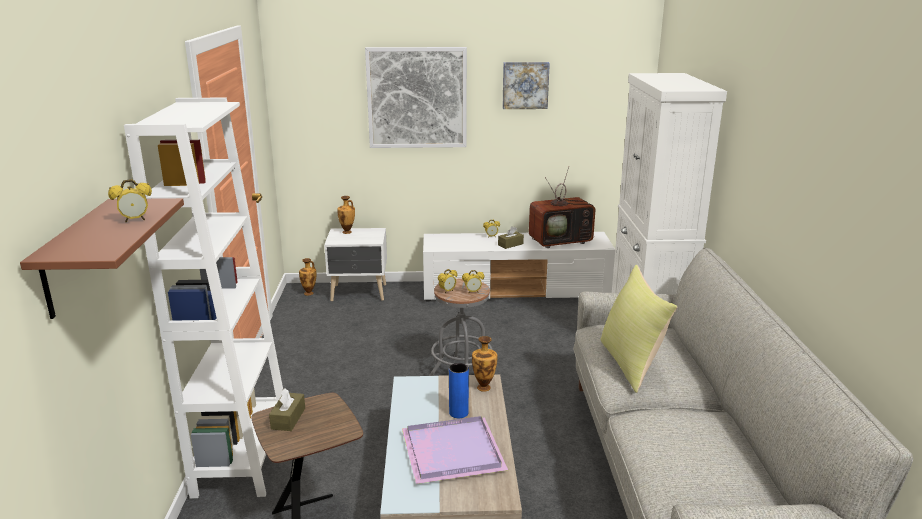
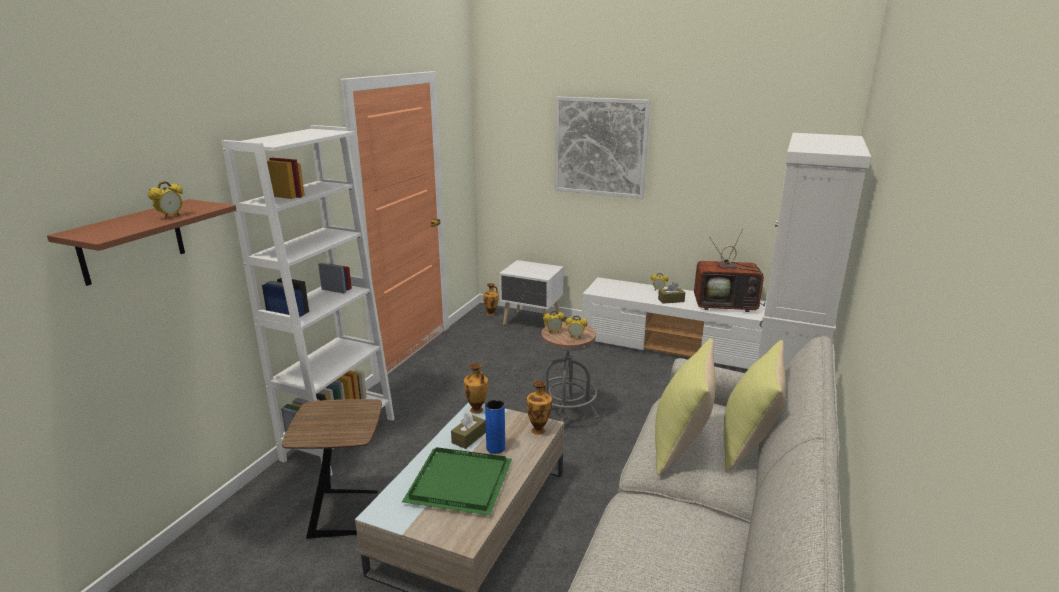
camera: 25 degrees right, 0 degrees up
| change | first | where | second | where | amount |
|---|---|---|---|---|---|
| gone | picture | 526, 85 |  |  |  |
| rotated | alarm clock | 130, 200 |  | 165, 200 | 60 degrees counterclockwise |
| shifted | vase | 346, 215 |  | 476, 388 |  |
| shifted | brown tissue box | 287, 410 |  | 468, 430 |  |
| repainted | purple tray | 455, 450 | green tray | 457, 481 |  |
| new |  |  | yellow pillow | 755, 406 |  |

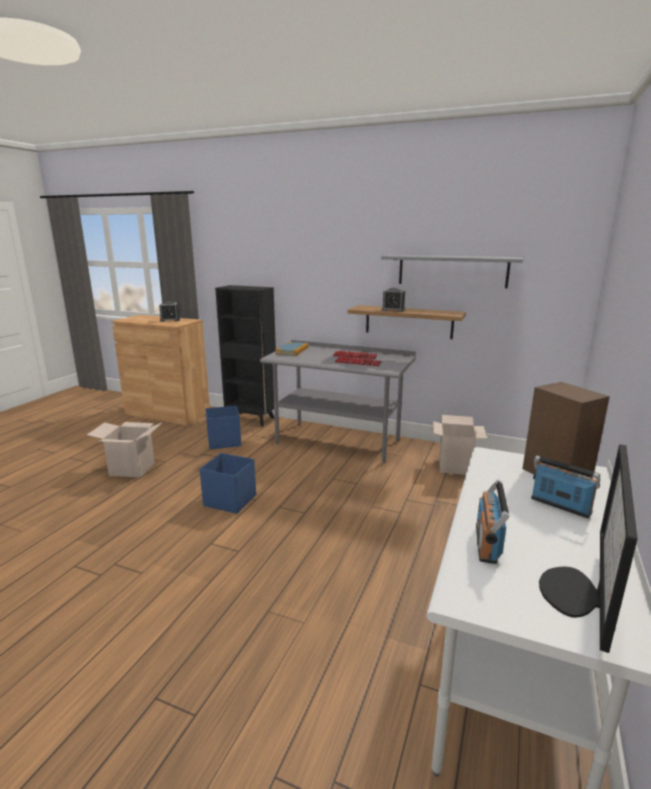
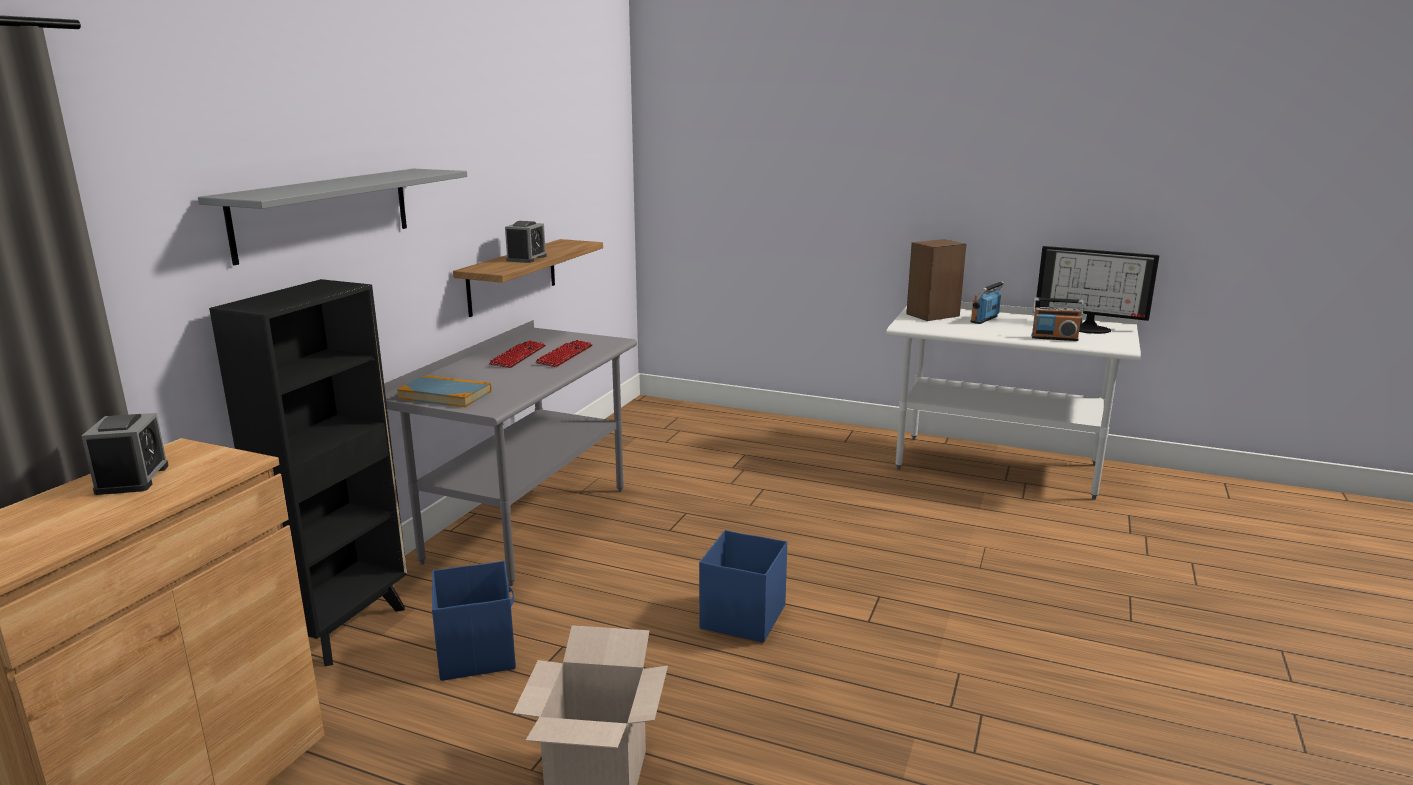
camera: 90 degrees left, 0 degrees up
| change | first | where | second | where | amount |
|---|---|---|---|---|---|
| shifted | grey shelf | 452, 271 |  | 332, 217 |  |
| gone | cardboard box | 460, 445 |  |  |  |

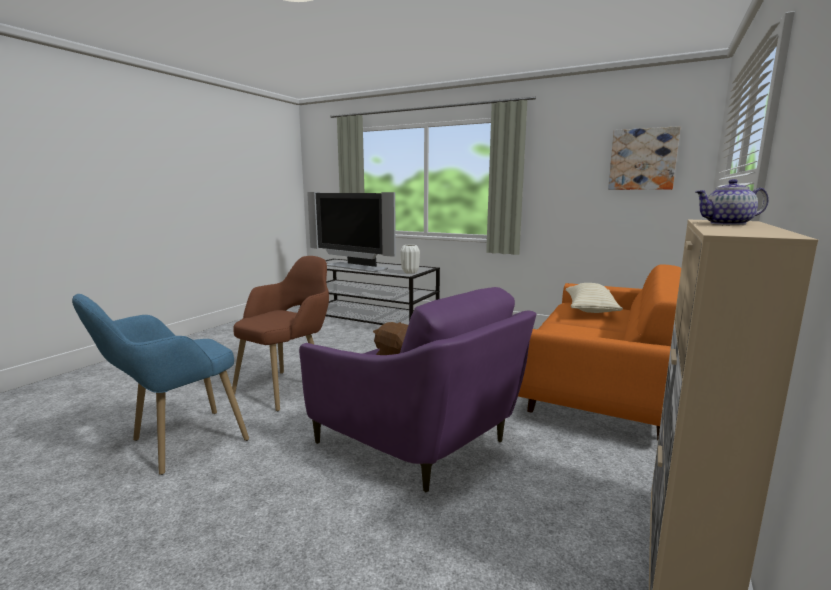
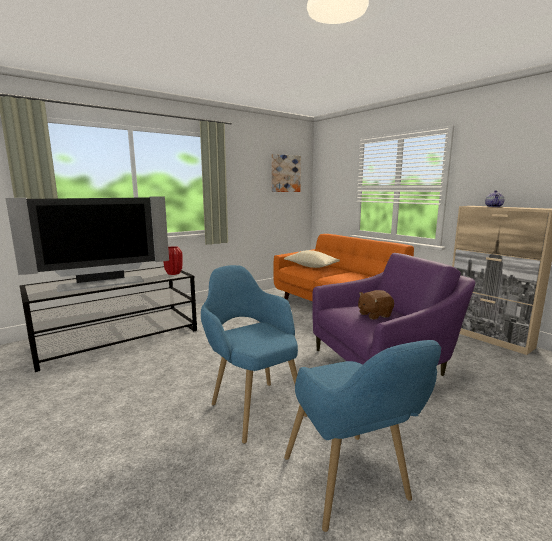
camera: 65 degrees left, 0 degrees up
| change | first | where | second | where | amount |
|---|---|---|---|---|---|
| repainted | white vase | 410, 259 | red vase | 172, 260 |  |
| repainted | brown armchair | 280, 333 | blue armchair | 254, 354 |  |

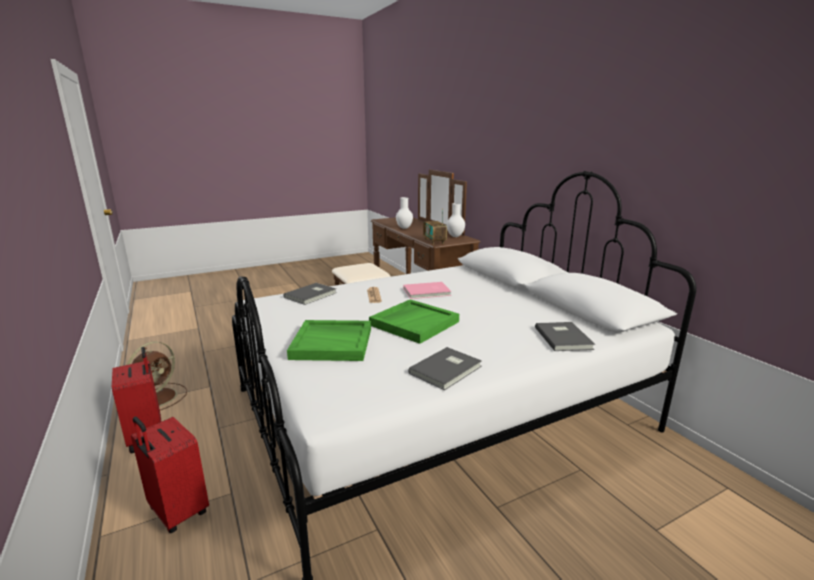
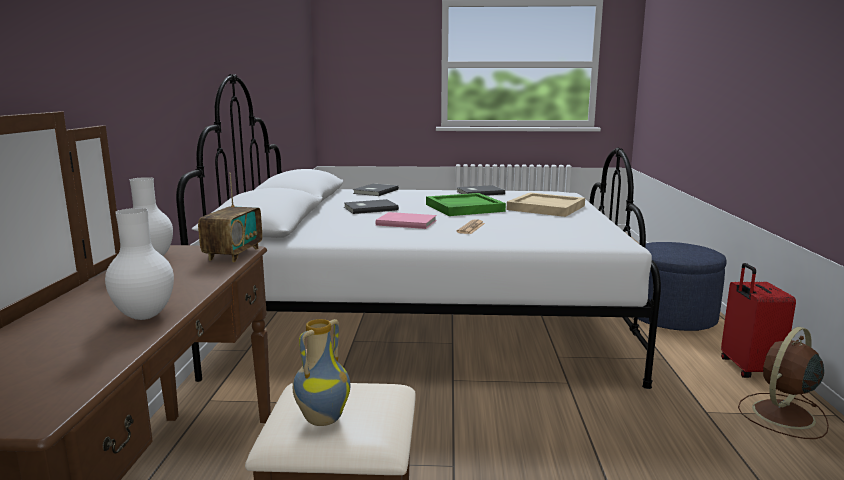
camera: 150 degrees left, 5 degrees down
| change | first | where | second | where | amount |
|---|---|---|---|---|---|
| shifted | grey book | 310, 294 |  | 371, 206 |  |
| repainted | green tray | 329, 340 | beige tray | 545, 205 |  |
| swapped | red suitcase | 170, 475 | blue ottoman | 682, 286 |  |
| new |  |  | vase | 321, 372 |  |

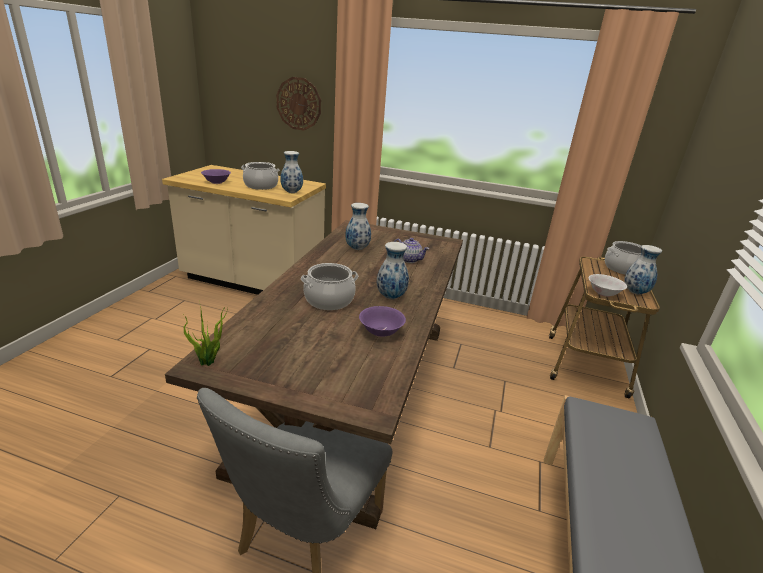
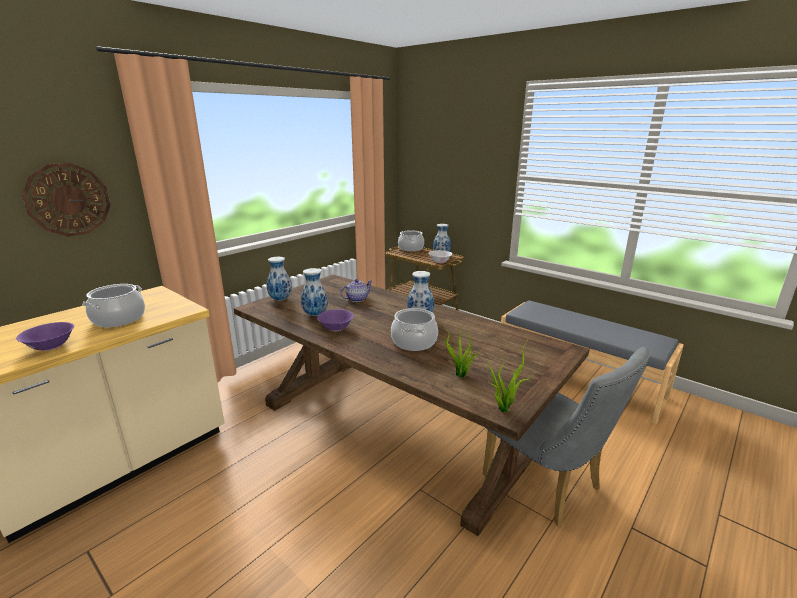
camera: 65 degrees left, 5 degrees down
| change | first | where | second | where | amount |
|---|---|---|---|---|---|
| shifted | vase | 291, 172 |  | 279, 279 |  |
| shifted | purple bowl | 382, 321 |  | 335, 320 |  |
| new |  |  | potted plant | 461, 351 |  |

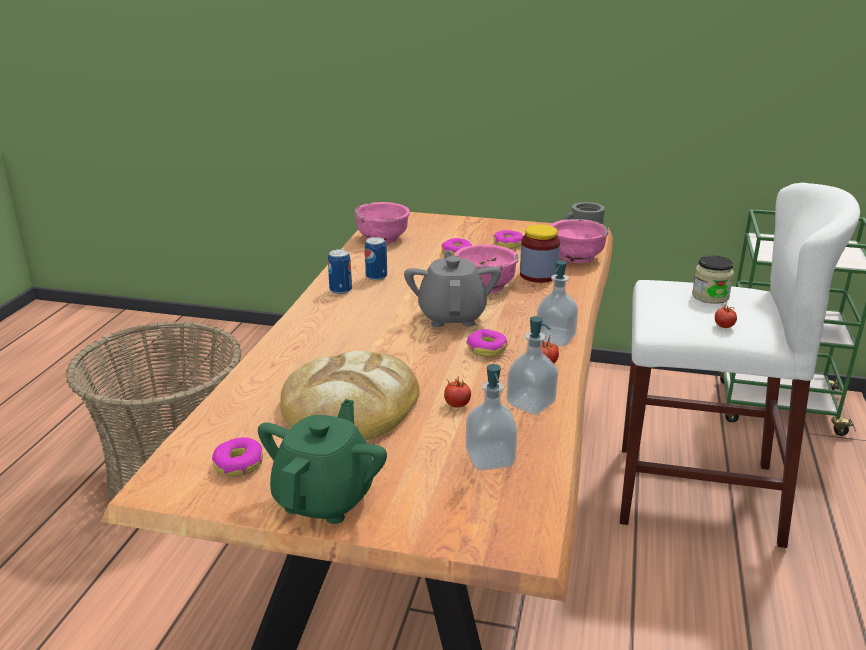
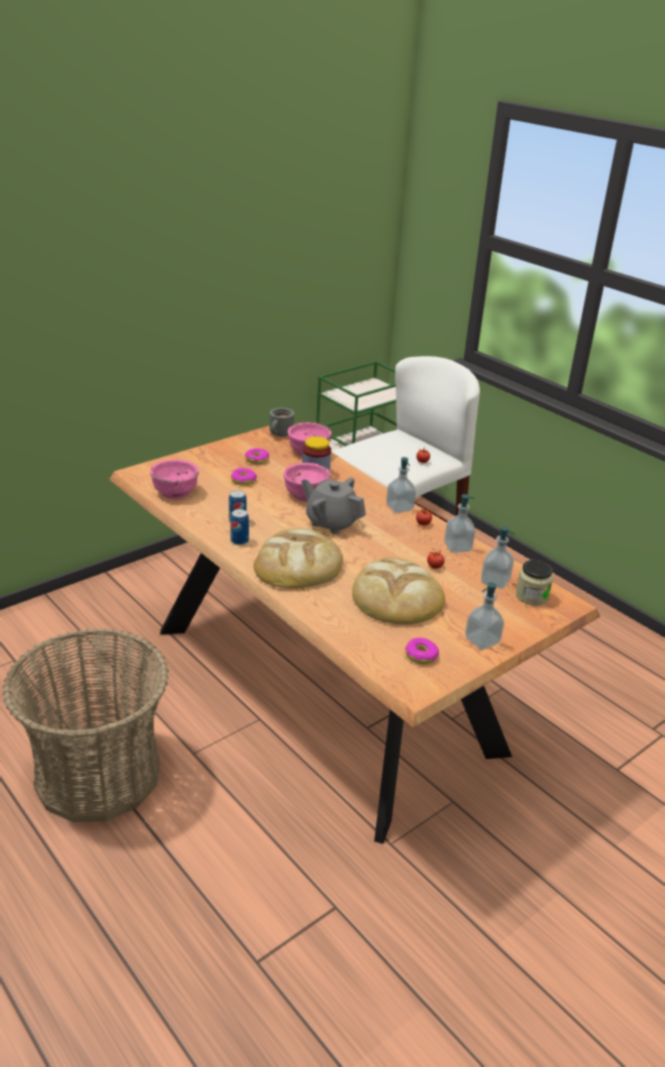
camera: 55 degrees left, 5 degrees up
| change | first | where | second | where | amount |
|---|---|---|---|---|---|
| shifted | jar | 713, 279 |  | 534, 582 |  |
| gone | donut | 487, 343 |  |  |  |
| swapped | green teapot | 322, 461 | soap dispenser | 484, 616 |  |
| new |  |  | bread | 298, 558 |  |

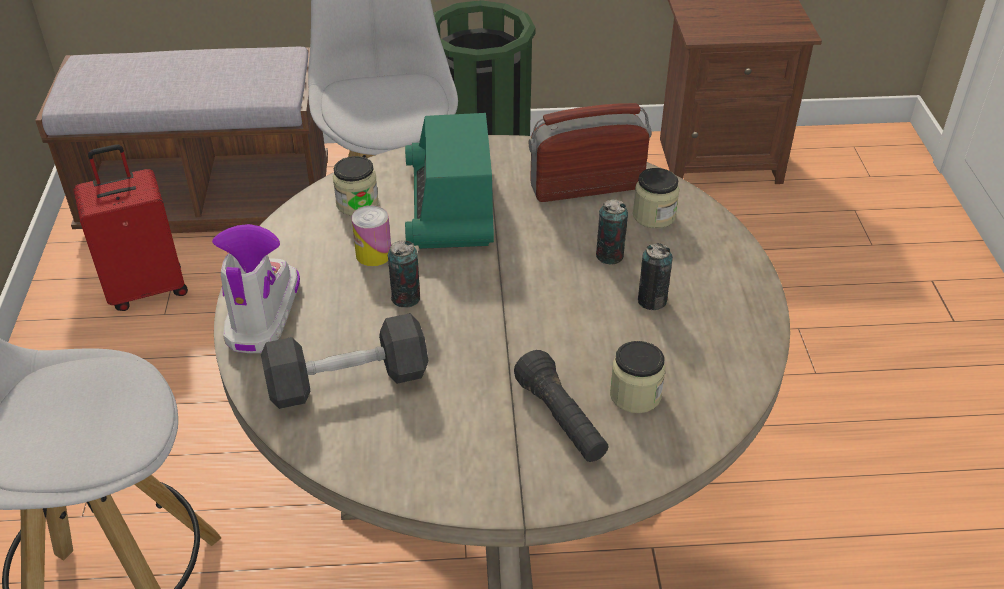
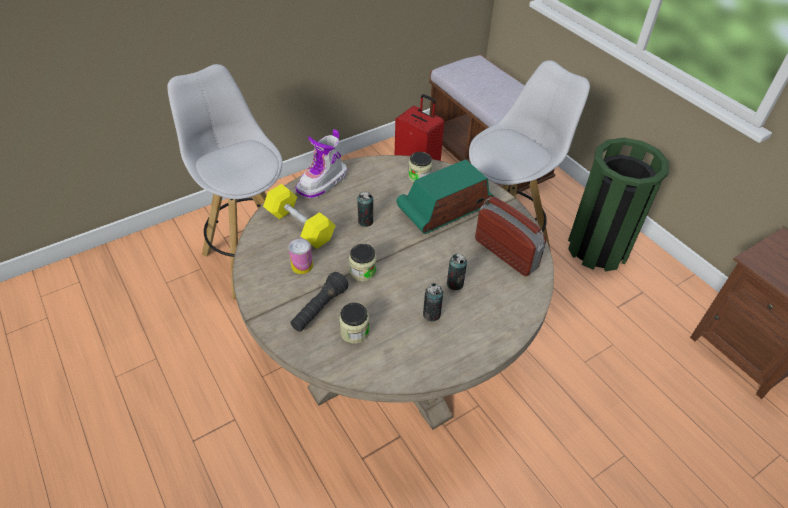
camera: 60 degrees right, 5 degrees up
| change | first | where | second | where | amount |
|---|---|---|---|---|---|
| shifted | jar | 656, 198 |  | 363, 263 |  |
| shifted | can | 371, 236 |  | 300, 256 |  |
| rotated | boot | 256, 288 |  | 321, 164 | 150 degrees clockwise |
| repainted | grey dumbbell | 345, 361 | yellow dumbbell | 299, 216 |  |

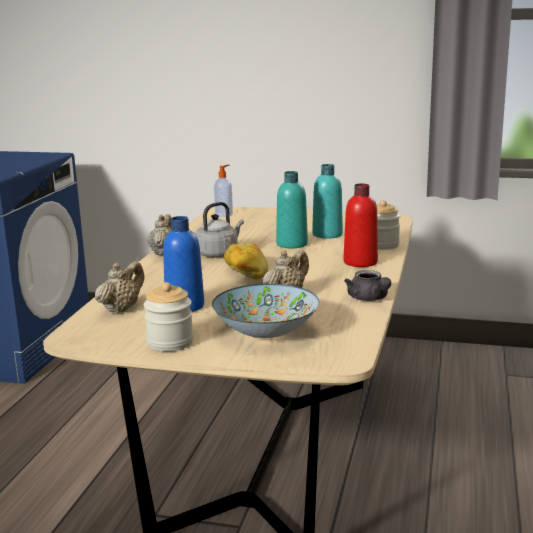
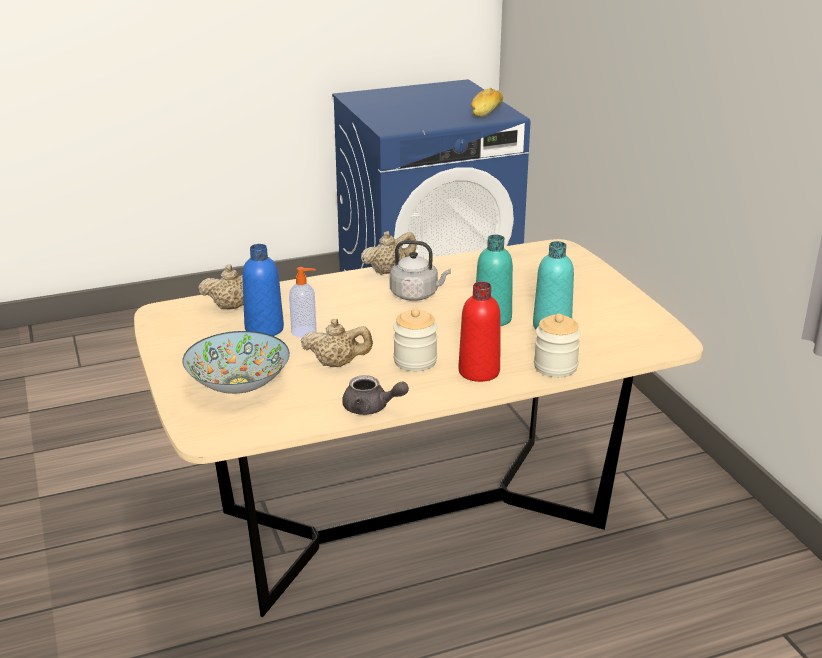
camera: 55 degrees right, 10 degrees up
| change | first | where | second | where | amount |
|---|---|---|---|---|---|
| shifted | soap dispenser | 223, 191 |  | 302, 302 |  |
| shifted | bread | 246, 262 |  | 487, 102 |  |
| rotated | grey teapot | 367, 285 |  | 375, 395 | 105 degrees counterclockwise |
| shifted | jar | 168, 316 |  | 415, 339 |  |

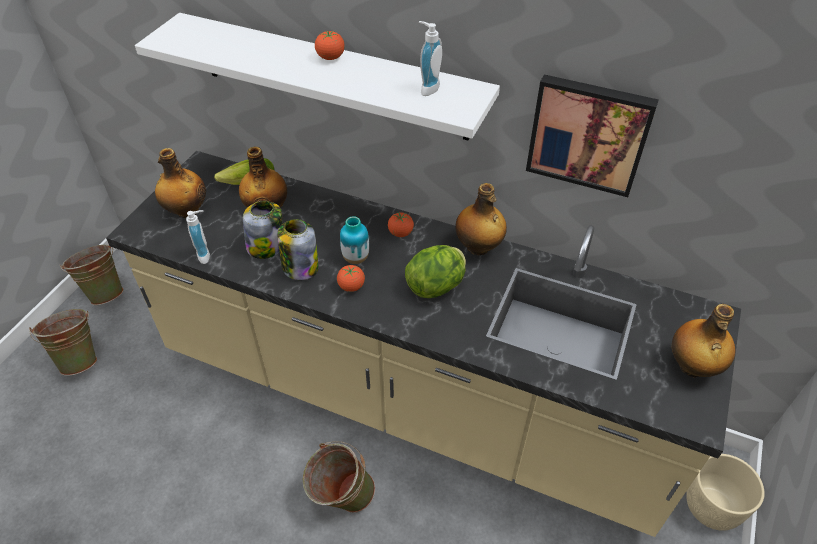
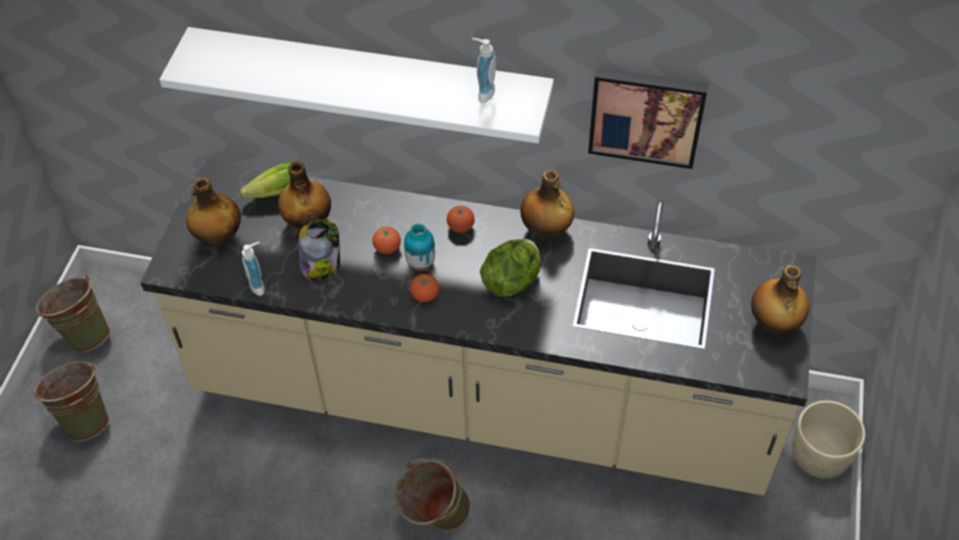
camera: 10 degrees left, 5 degrees up
| change | first | where | second | where | amount |
|---|---|---|---|---|---|
| shifted | tomato | 330, 45 |  | 387, 240 |  |
| gone | jar | 298, 249 |  |  |  |

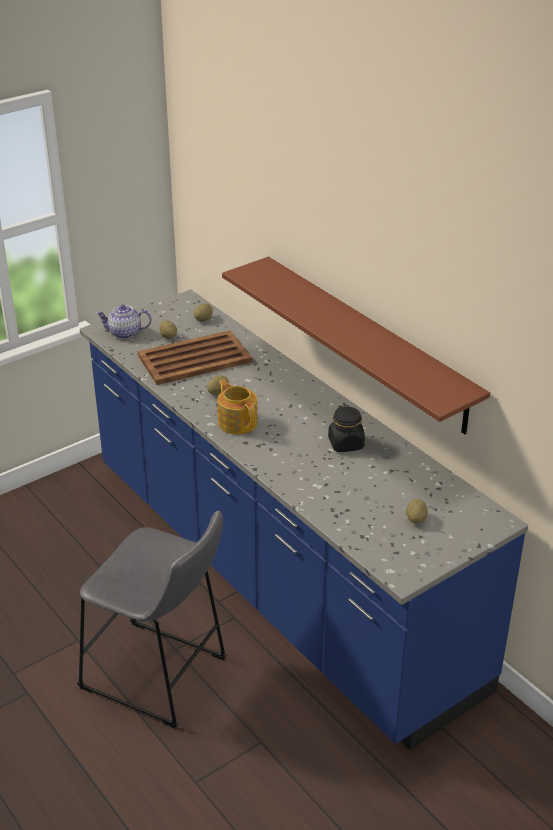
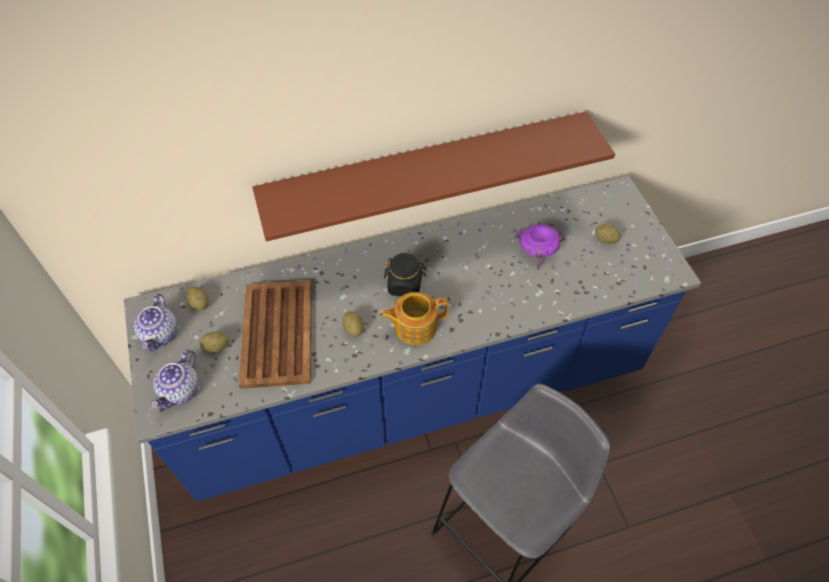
camera: 70 degrees left, 20 degrees up
| change | first | where | second | where | amount |
|---|---|---|---|---|---|
| shifted | black jar | 346, 428 |  | 405, 274 |  |
| new |  |  | purple bowl | 540, 247 |  |
| new |  |  | teapot | 156, 322 |  |

